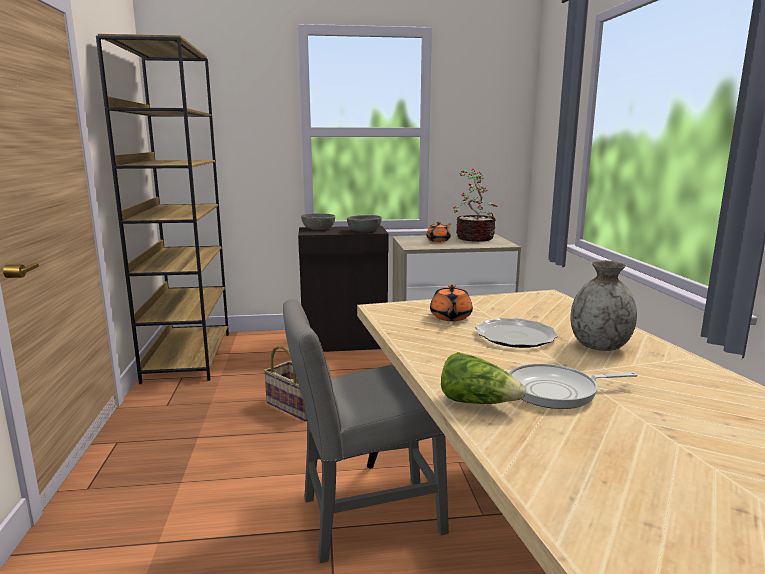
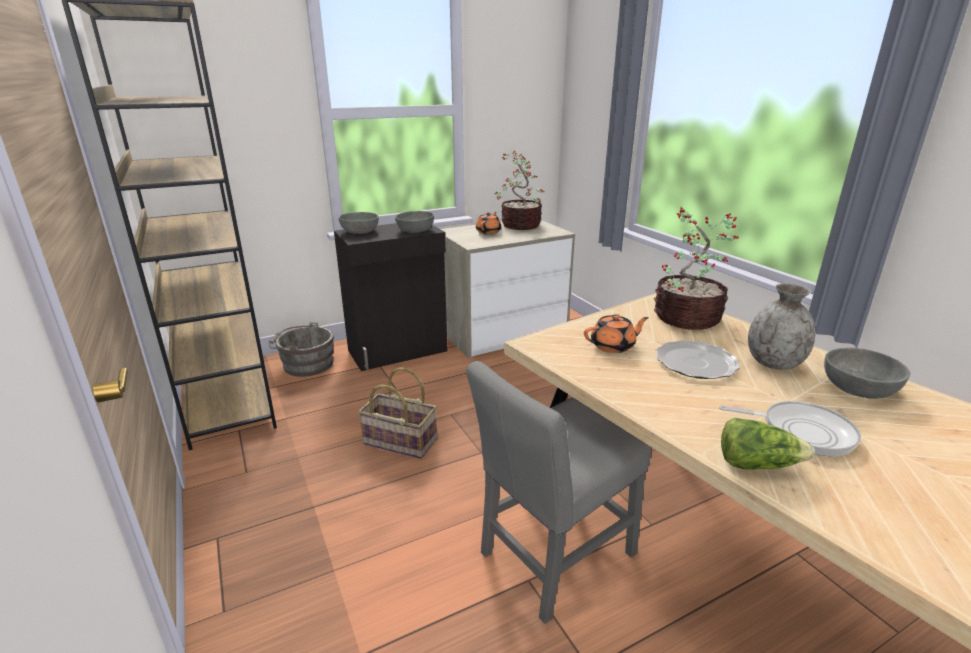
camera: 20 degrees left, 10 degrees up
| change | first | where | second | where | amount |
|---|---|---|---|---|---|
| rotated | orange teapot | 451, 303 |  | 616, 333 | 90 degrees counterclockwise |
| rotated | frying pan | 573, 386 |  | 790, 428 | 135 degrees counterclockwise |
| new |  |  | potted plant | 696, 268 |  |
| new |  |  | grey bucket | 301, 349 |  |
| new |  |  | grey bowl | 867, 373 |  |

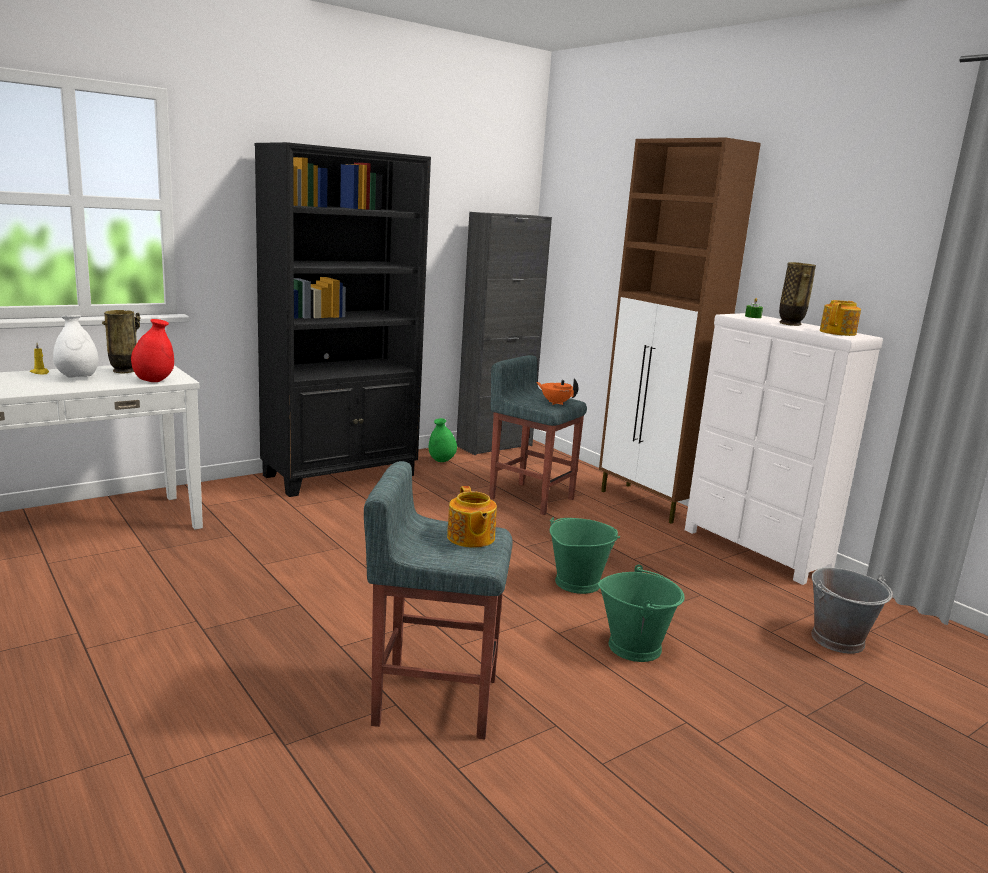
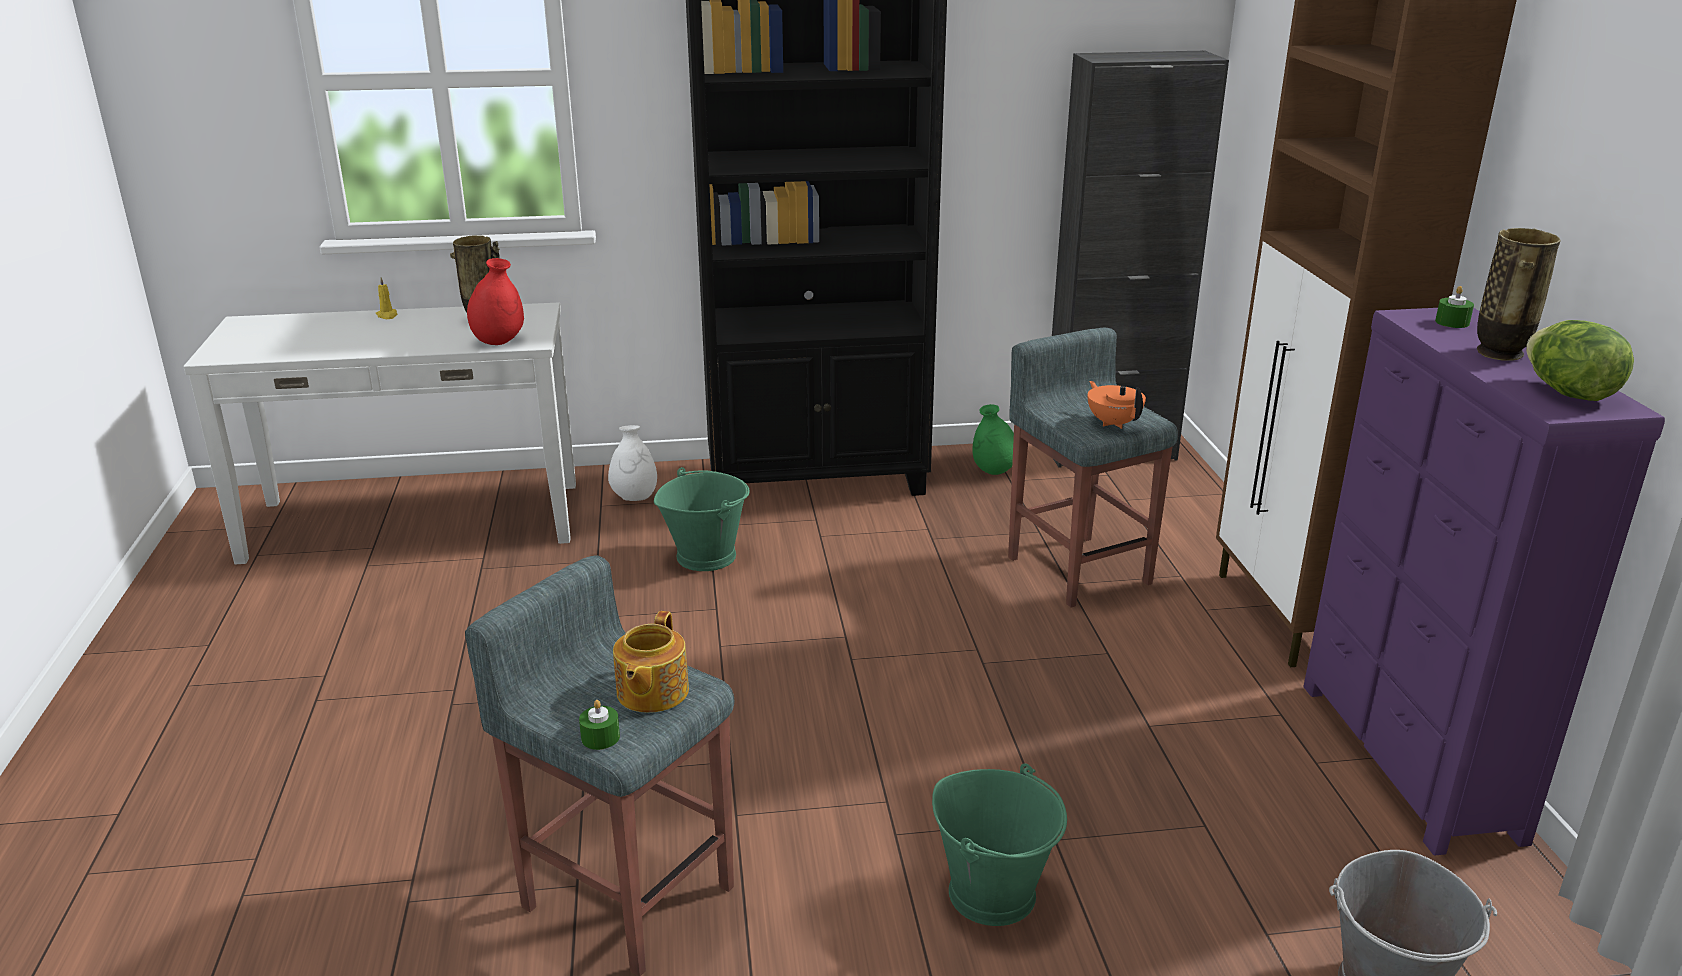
camera: 30 degrees right, 10 degrees up
| change | first | where | second | where | amount |
|---|---|---|---|---|---|
| swapped | teapot | 840, 318 | lettuce | 1580, 360 |  |
| repainted | white dresser | 784, 449 | purple dresser | 1484, 581 |  |
| shifted | white vase | 76, 346 |  | 632, 463 |  |
| shifted | green bucket | 585, 555 |  | 702, 519 |  |
| new |  |  | green candle | 599, 725 |  |

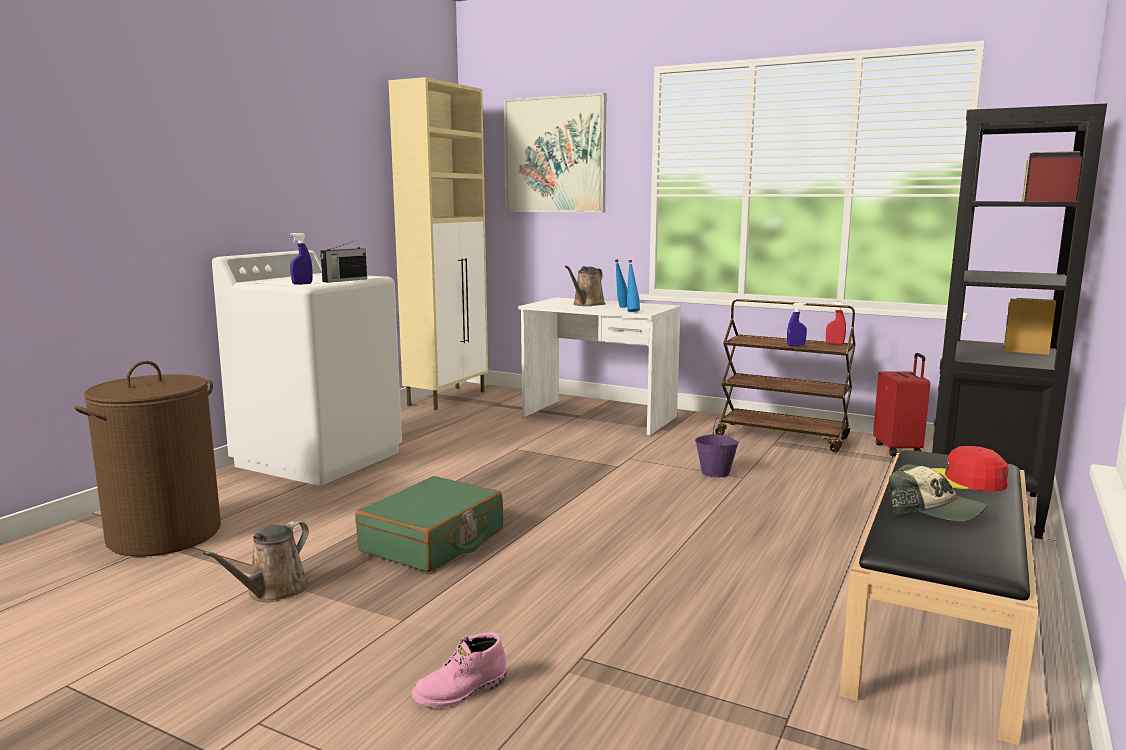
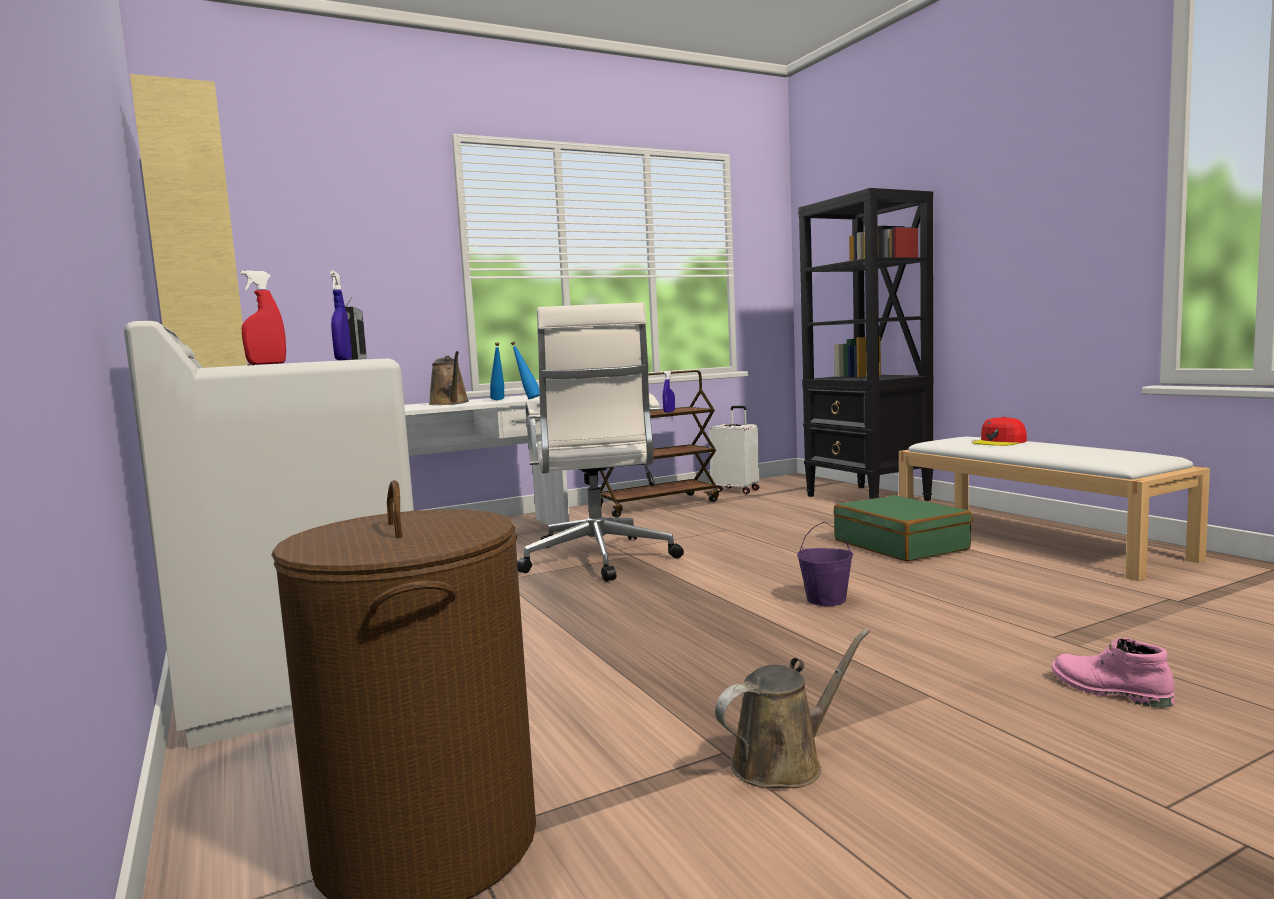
camera: 55 degrees left, 5 degrees down
| change | first | where | second | where | amount |
|---|---|---|---|---|---|
| gone | picture | 555, 153 |  |  |  |
| shifted | red spray bottle | 836, 323 |  | 263, 317 |  |
| repainted | red suitcase | 901, 404 | white suitcase | 734, 450 |  |
| shifted | purple bucket | 717, 447 |  | 825, 564 |  |
| repainted | black bench | 939, 597 | white bench | 1054, 509 |  |
| gone | cap | 938, 493 |  |  |  |
| shifted | green suitcase | 429, 524 |  | 902, 528 |  |
| rotated | brown watering can | 256, 561 |  | 792, 708 | 90 degrees counterclockwise |
| rotated | pink boot | 459, 670 |  | 1113, 673 | 135 degrees clockwise |
| new |  |  | white office chair | 600, 442 |  |

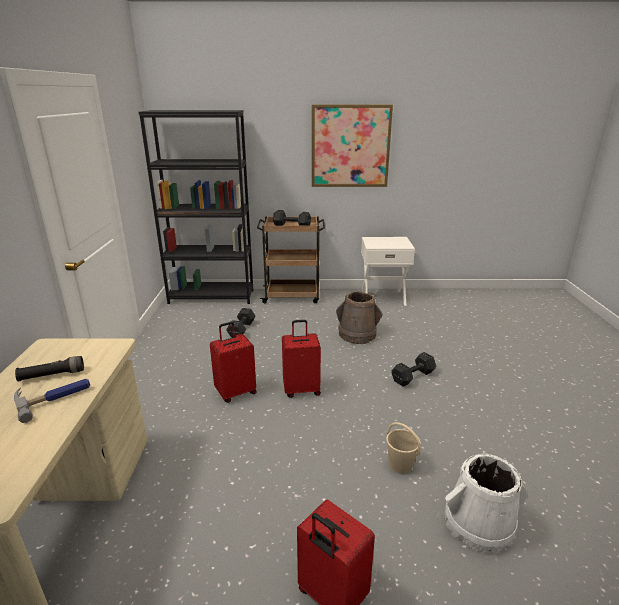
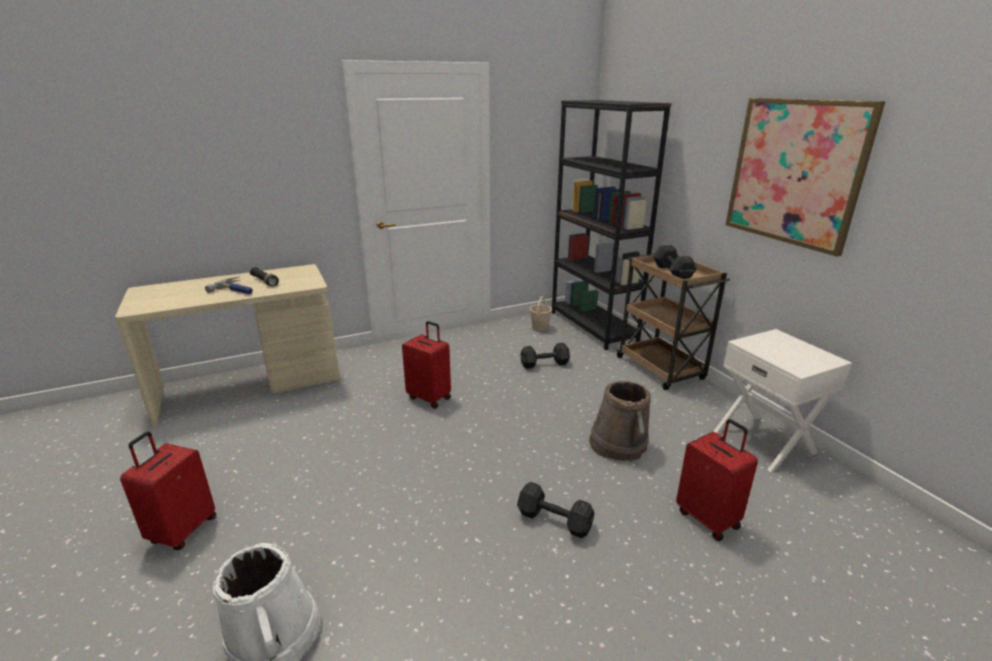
camera: 65 degrees right, 0 degrees up
| change | first | where | second | where | amount |
|---|---|---|---|---|---|
| shifted | red suitcase | 301, 359 |  | 717, 480 |  |
| shifted | beige bucket | 403, 448 |  | 541, 314 |  |

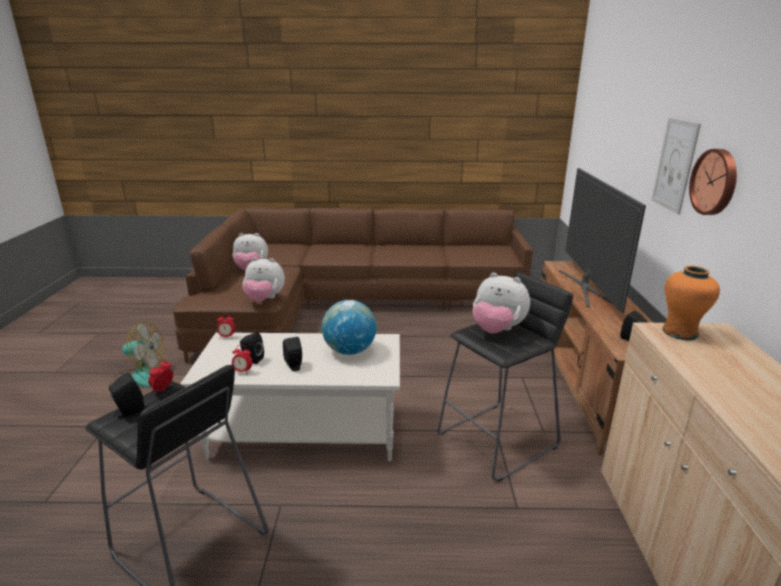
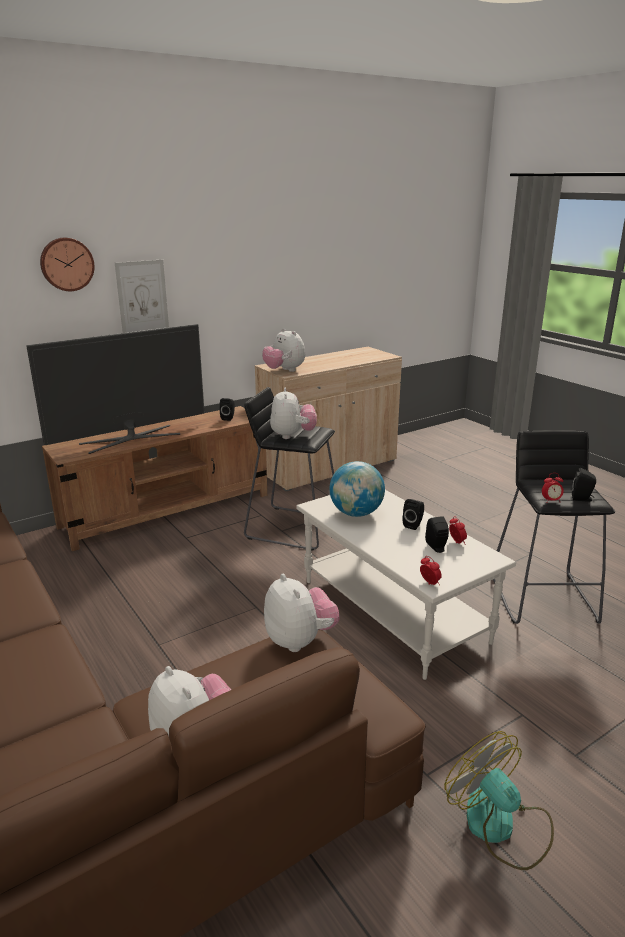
camera: 125 degrees left, 0 degrees up
| change | first | where | second | where | amount |
|---|---|---|---|---|---|
| shifted | wall clock | 713, 182 |  | 67, 264 |  |
| swapped | orange vase | 691, 303 | plush toy | 283, 350 |  |

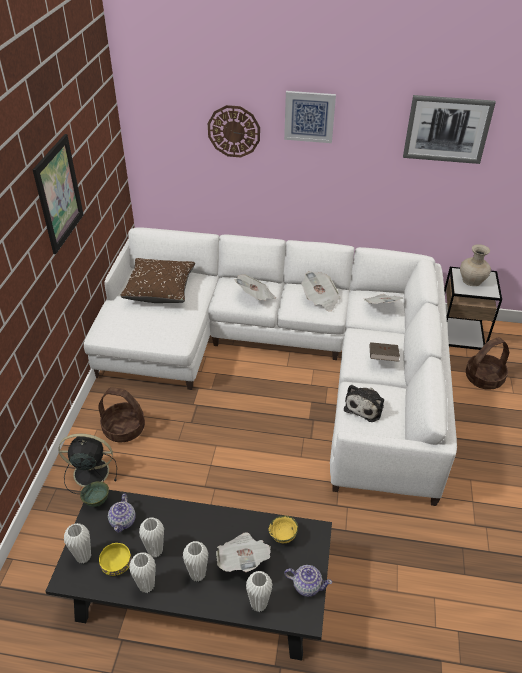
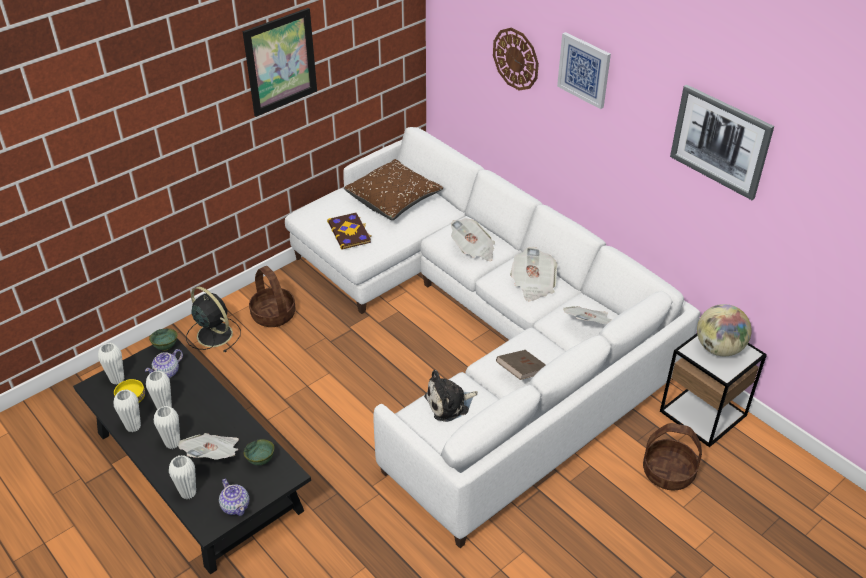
camera: 40 degrees right, 0 degrees up
| change | first | where | second | where | amount |
|---|---|---|---|---|---|
| swapped | beige vase | 475, 265 | globe | 724, 330 |  |
| repainted | yellow bowl | 283, 529 | green bowl | 259, 452 |  |
| new |  |  | book | 349, 231 |  |

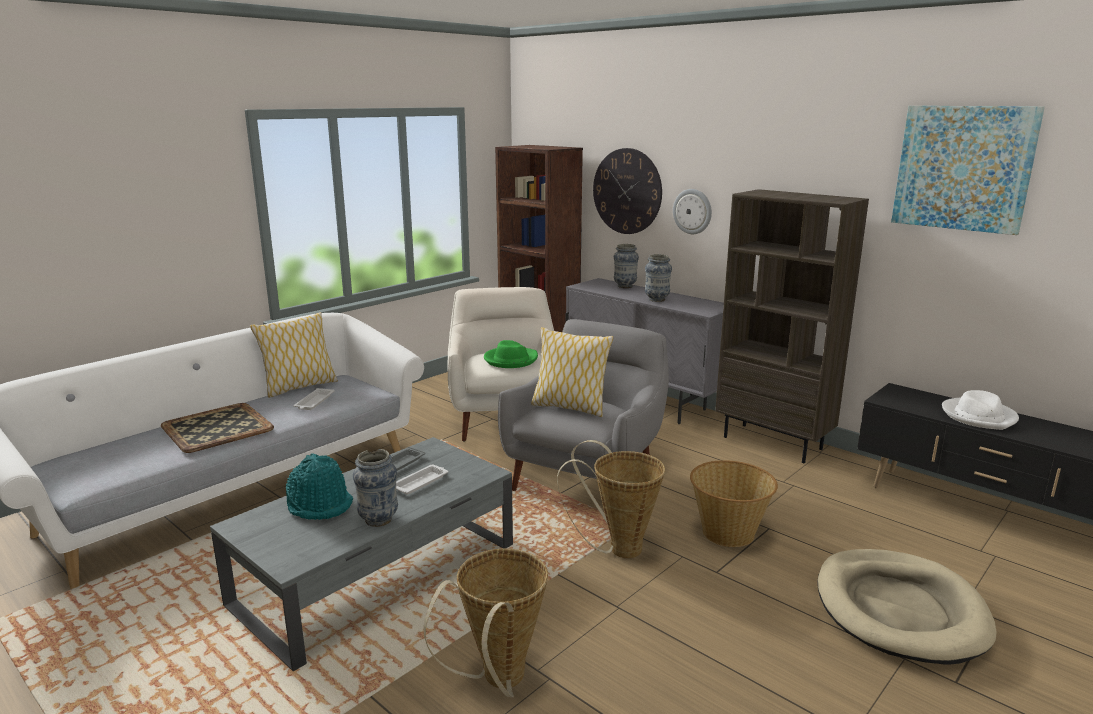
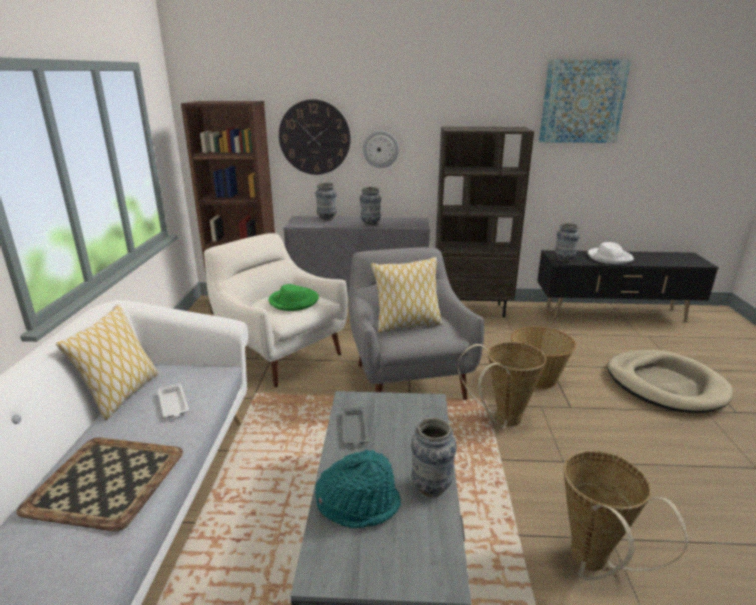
camera: 40 degrees left, 5 degrees up
| change | first | where | second | where | amount |
|---|---|---|---|---|---|
| gone | white tray | 422, 479 |  |  |  |
| new |  |  | vase | 567, 242 |  |

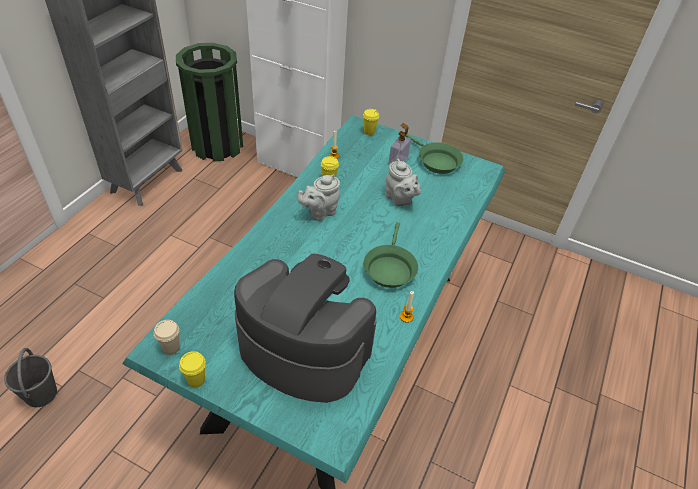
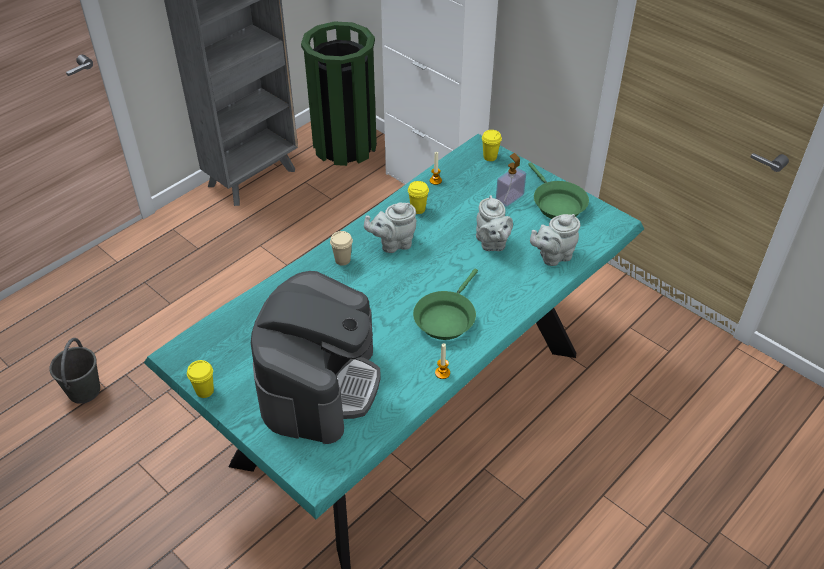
camera: 20 degrees right, 0 degrees up
| change | first | where | second | where | amount |
|---|---|---|---|---|---|
| rotated | coffee machine | 305, 328 |  | 315, 357 | 60 degrees clockwise |
| shifted | beige cup | 167, 337 |  | 341, 248 |  |
| new |  |  | grey teapot | 555, 240 |  |

